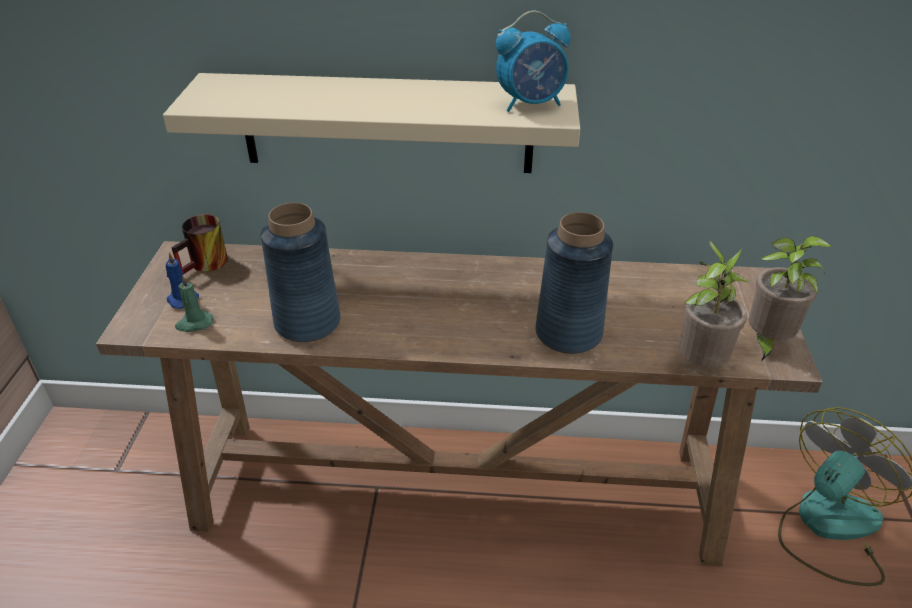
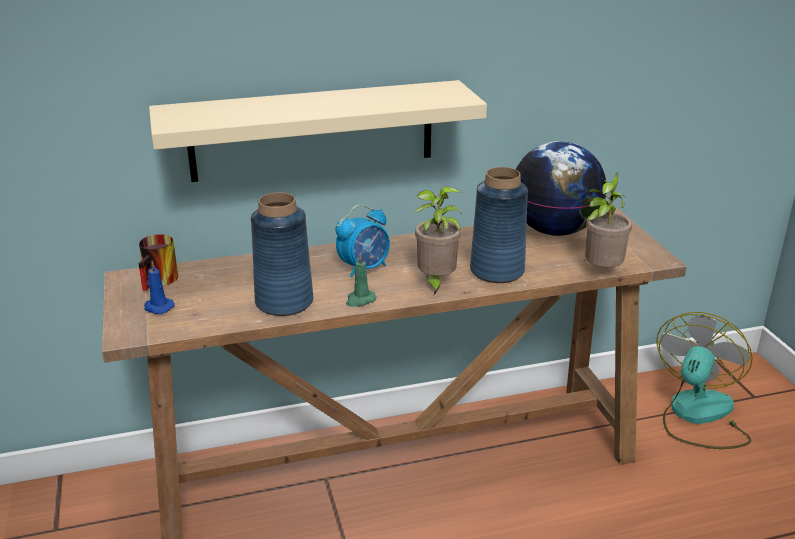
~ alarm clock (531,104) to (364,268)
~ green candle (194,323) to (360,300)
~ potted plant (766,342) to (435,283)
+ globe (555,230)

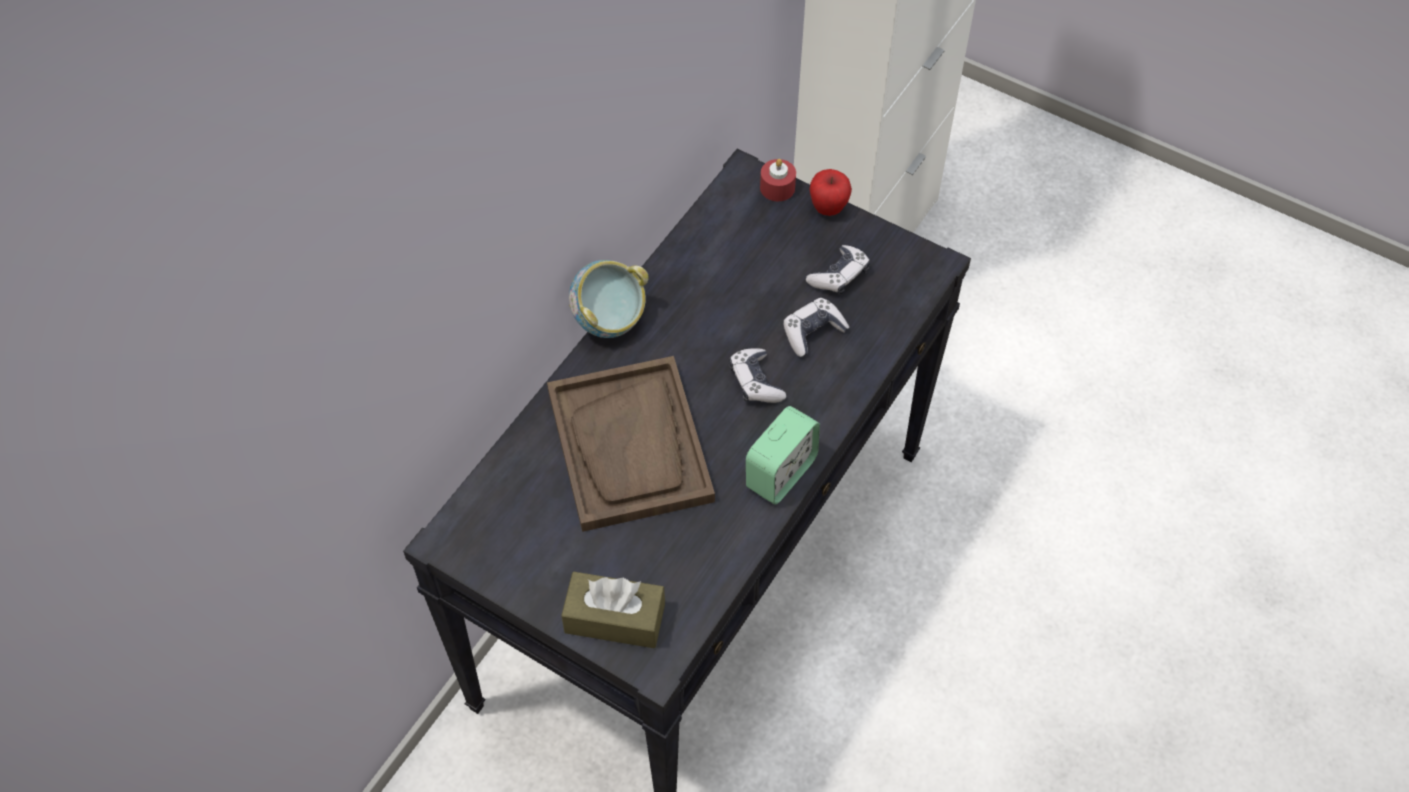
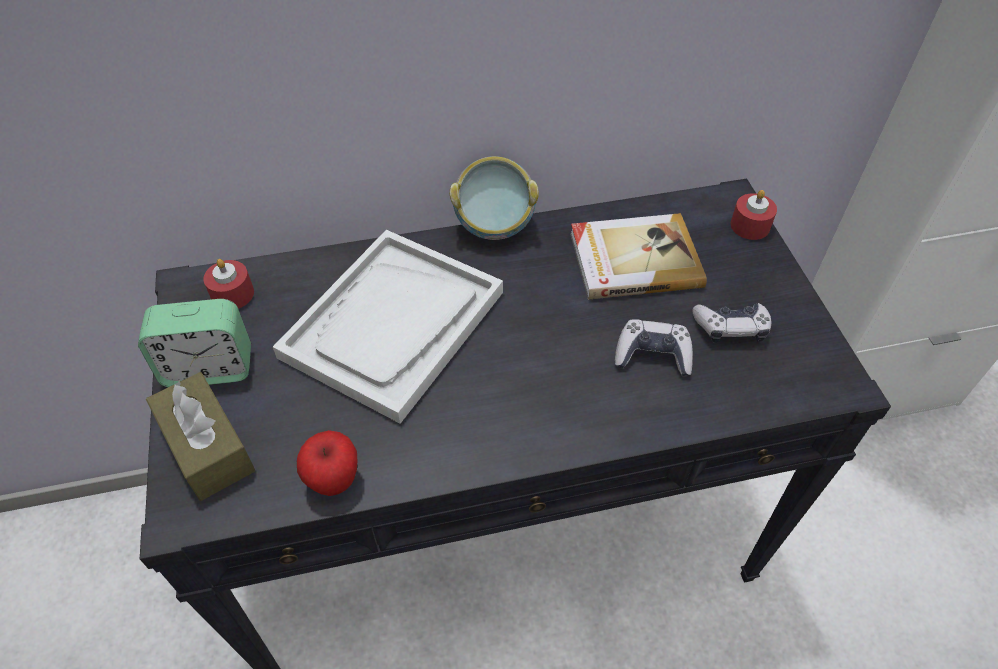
~ alarm clock (781,473) to (209,368)
+ red candle (232,294)
~ brown tray (630,446) to white tray (393,325)
~ apple (828,208) to (334,481)
+ book (633,259)
- game controller (755,382)

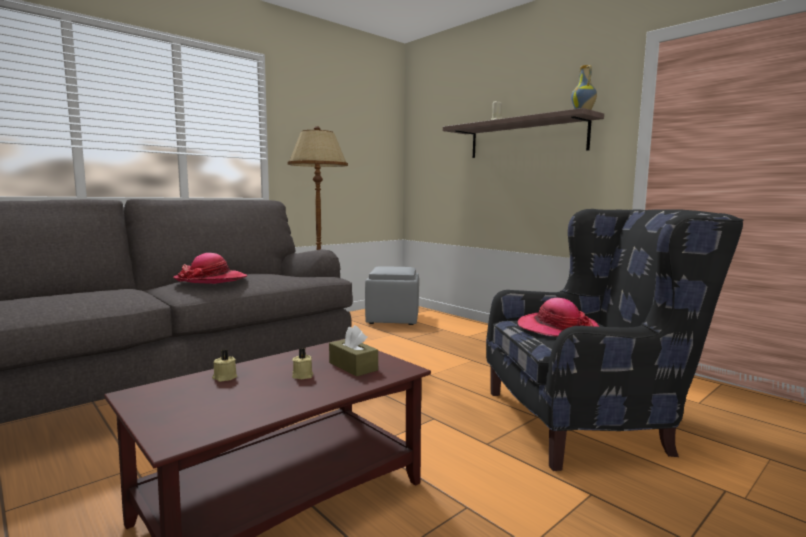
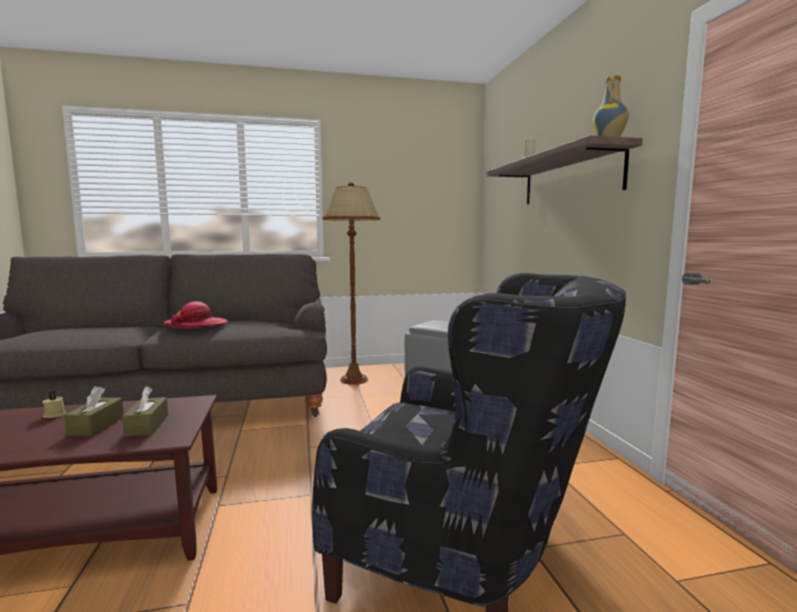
~ beige candle (302,375) to brown tissue box (96,425)
- hat (557,328)

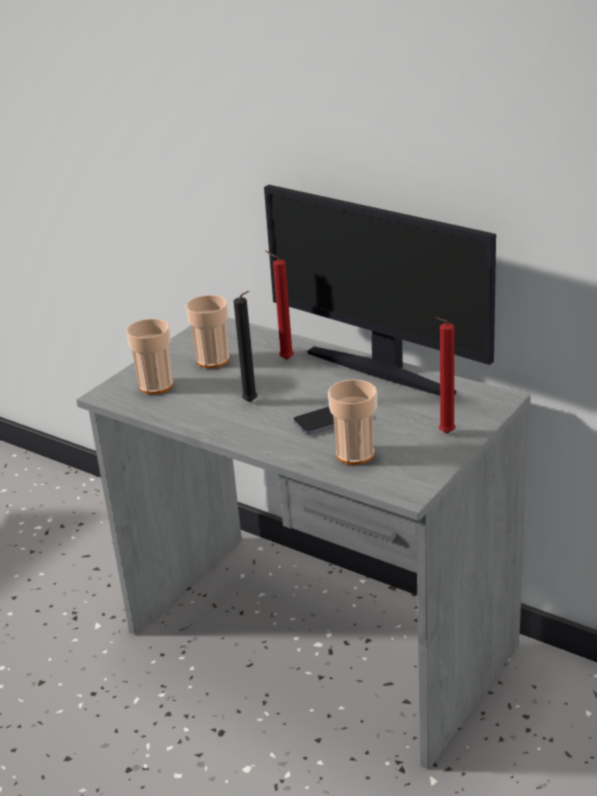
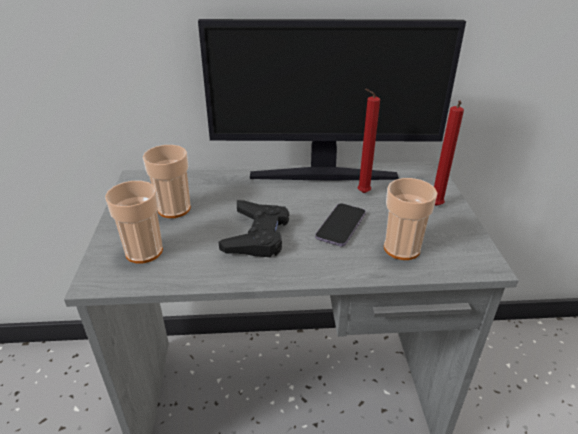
~ black candle (252,402) to black game controller (257,235)
~ red candle (284,359) to (361,193)

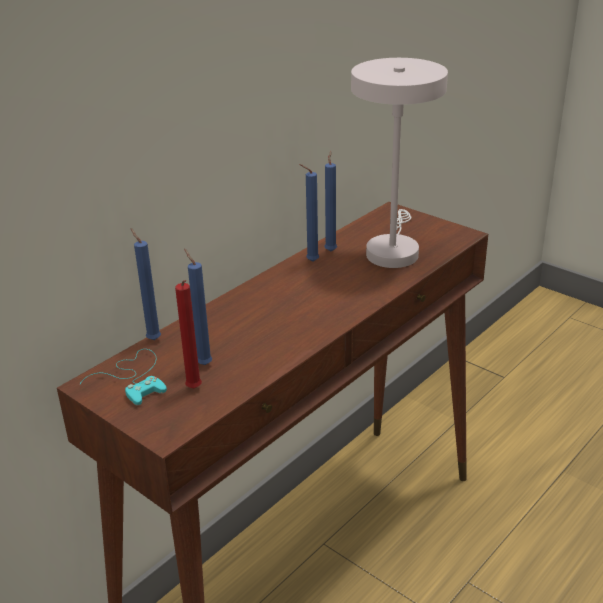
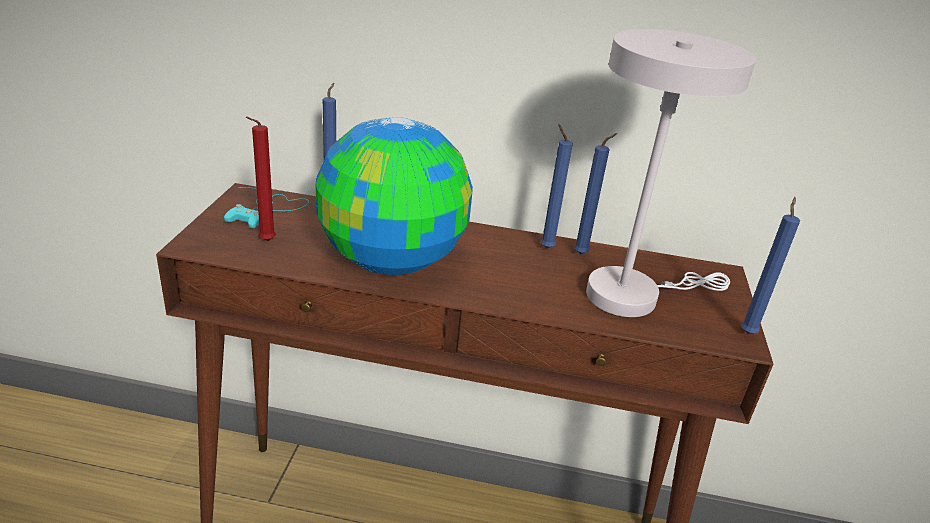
+ globe (393,261)
~ blue candle (203,363) to (747,332)

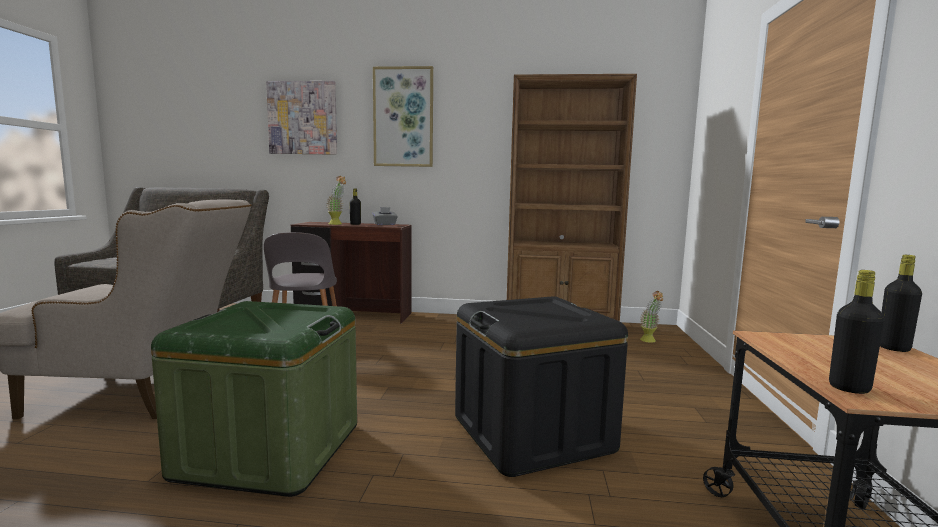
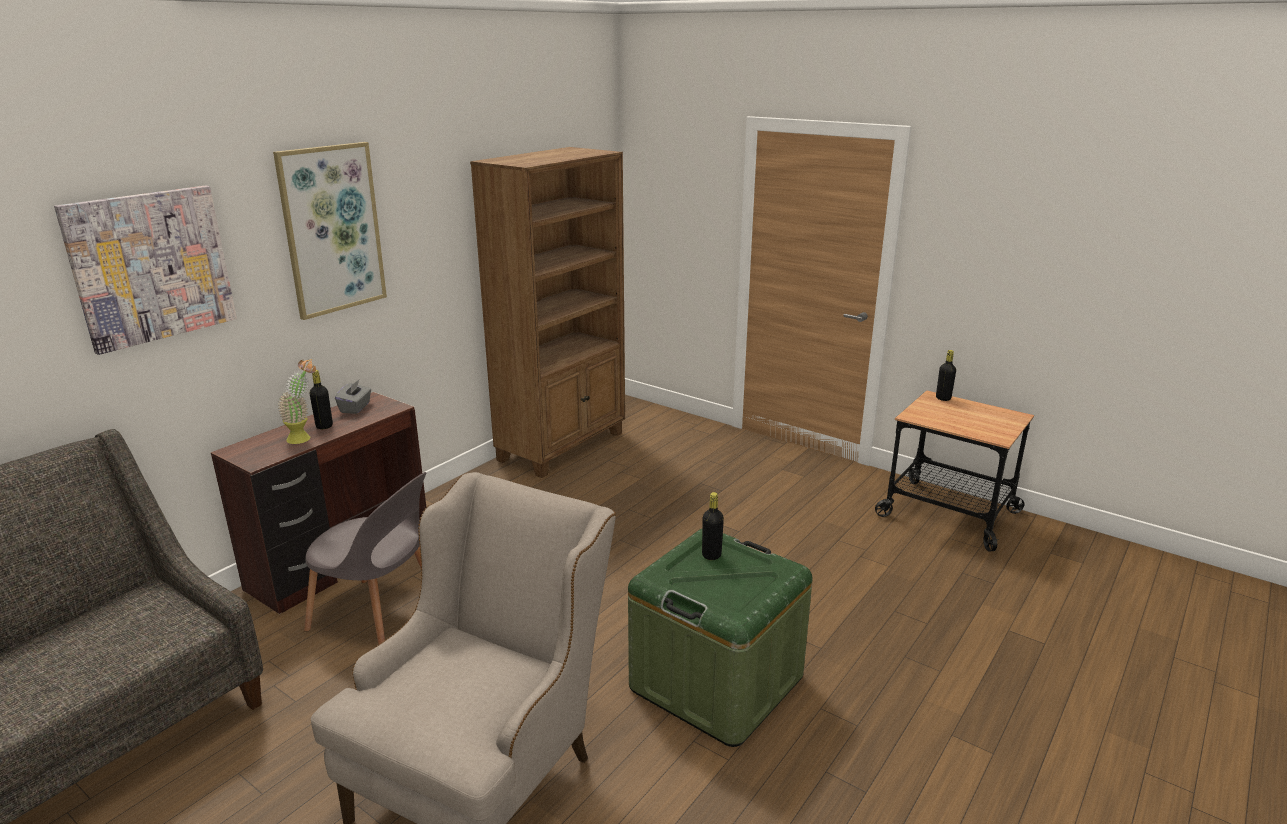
~ black bottle (849,388) to (711,555)
- black storage box (532,433)
- potted plant (650,341)

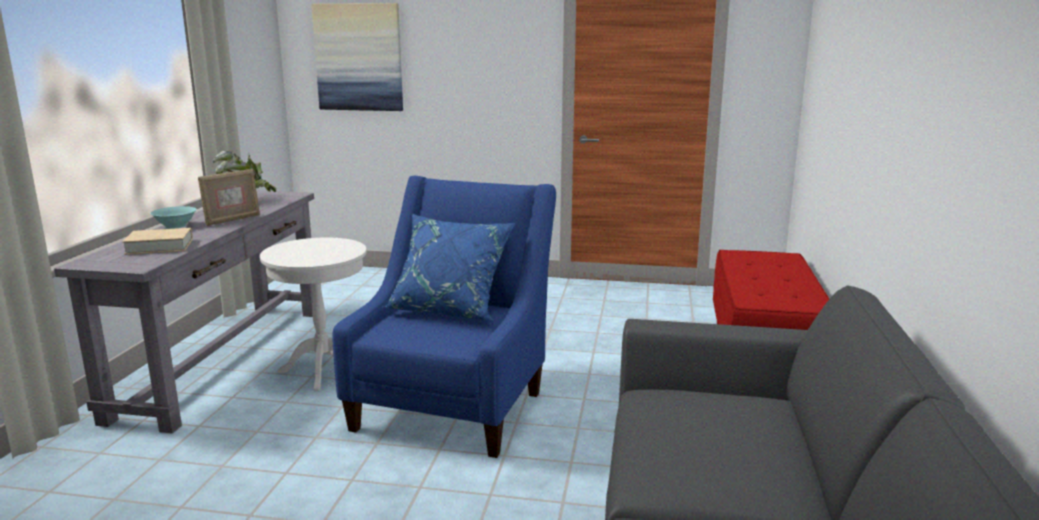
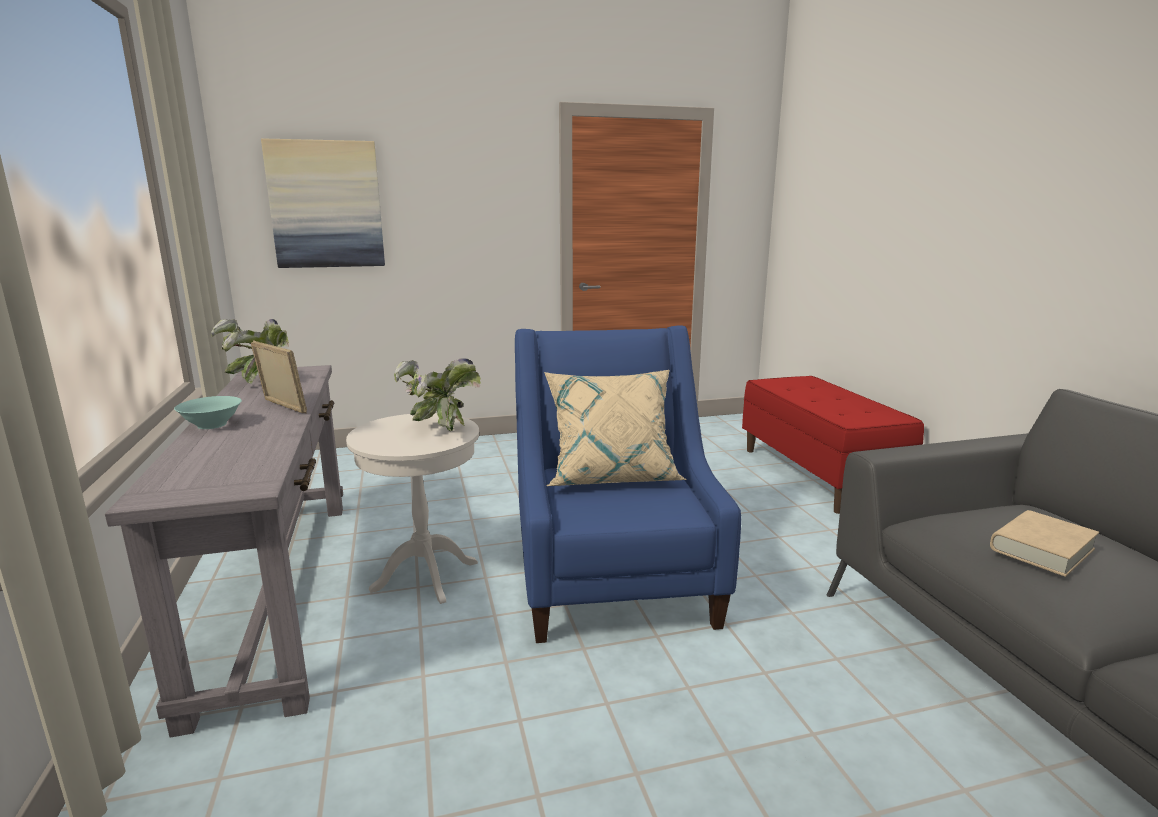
~ picture frame (232,220) = (282,407) 60 degrees counterclockwise
+ potted plant (439,429)
~ blue pillow (450,310) to beige pillow (612,476)
~ beige book (159,247) to (1041,549)

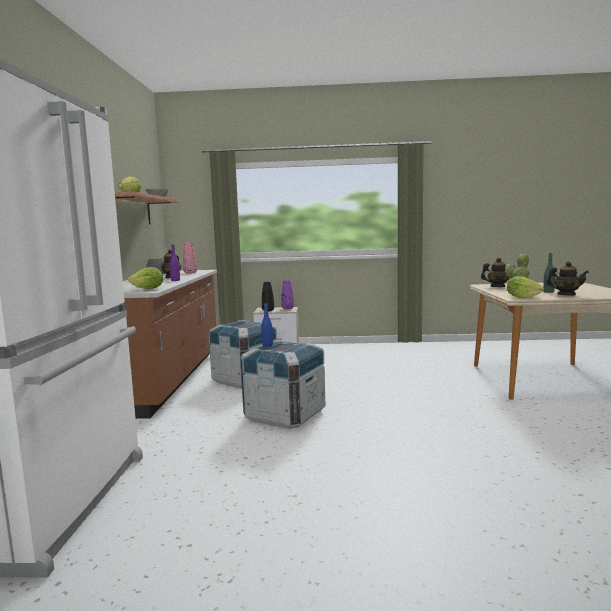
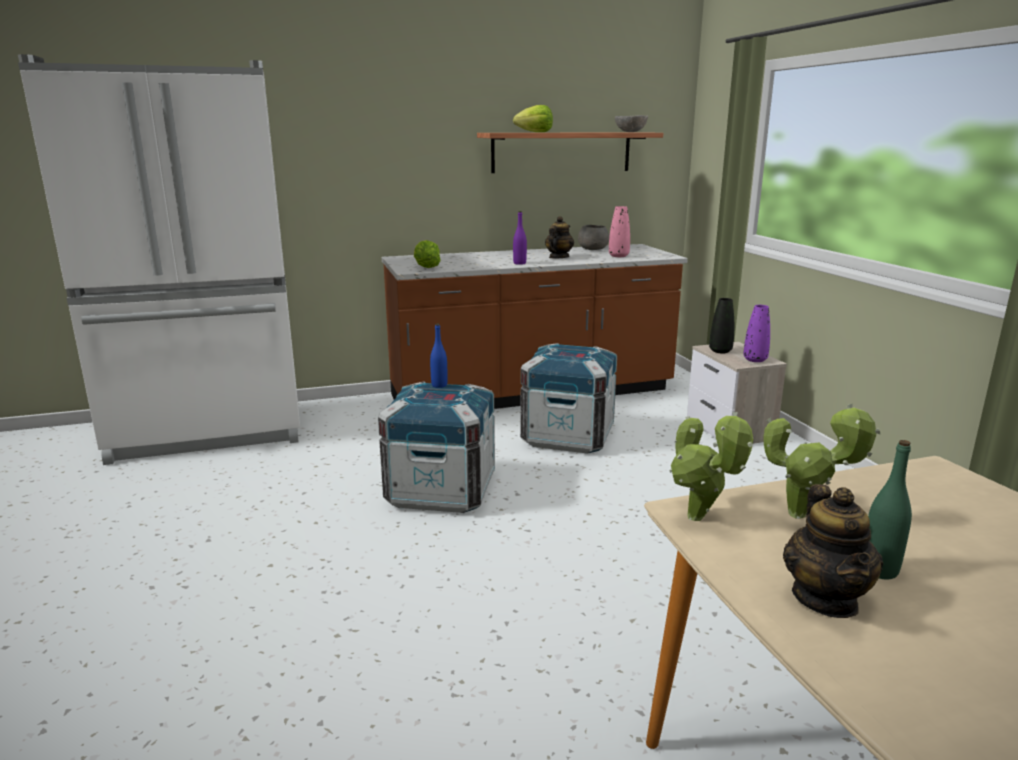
~ lettuce (522,297) to potted plant (700,520)
- teapot (497,287)

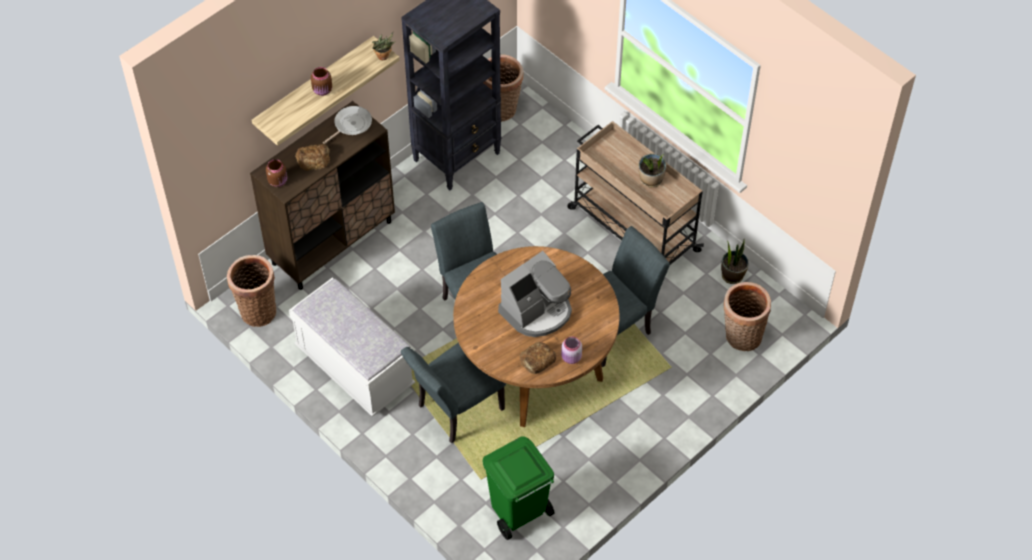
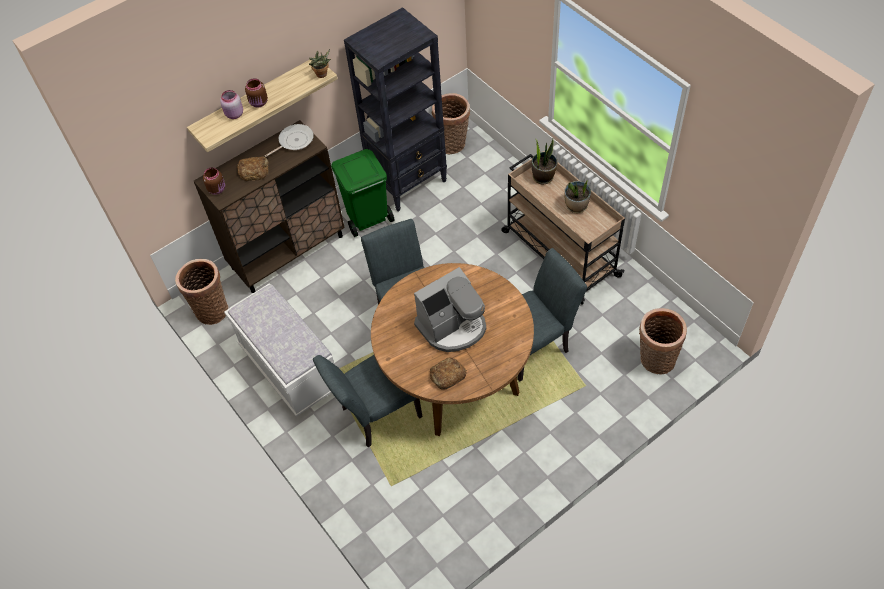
~ pink jar (571,358) to (234,114)
~ green trash can (518,513) to (367,219)
~ potted plant (732,275) to (543,177)

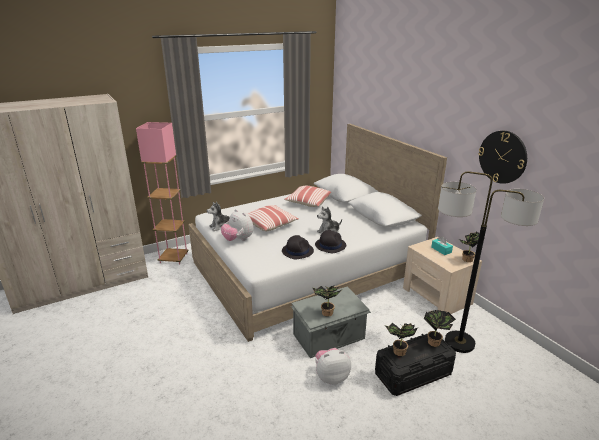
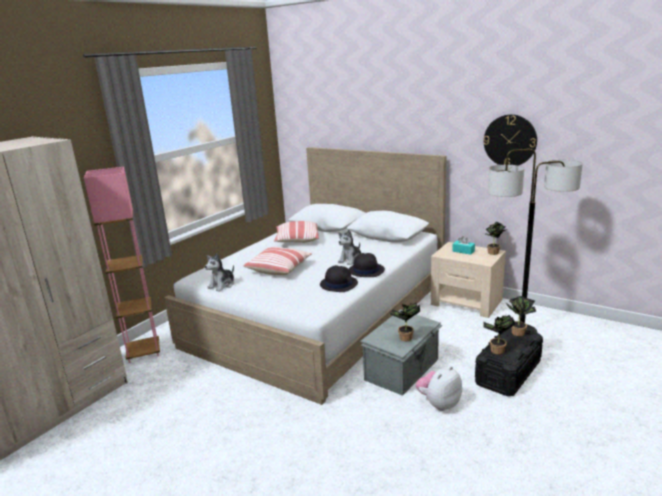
- plush toy (238,239)

